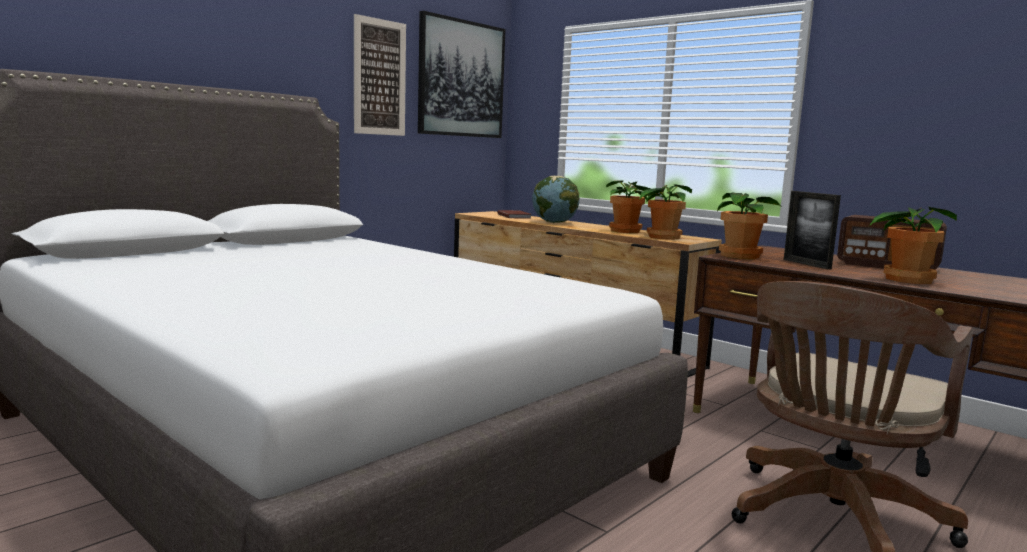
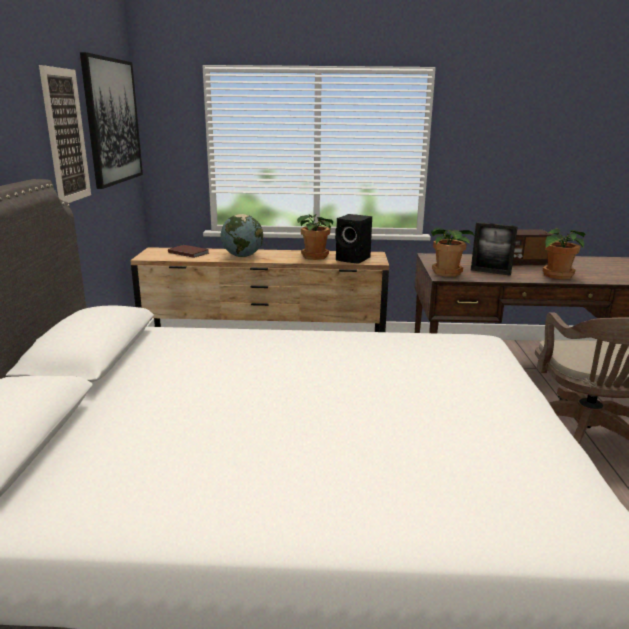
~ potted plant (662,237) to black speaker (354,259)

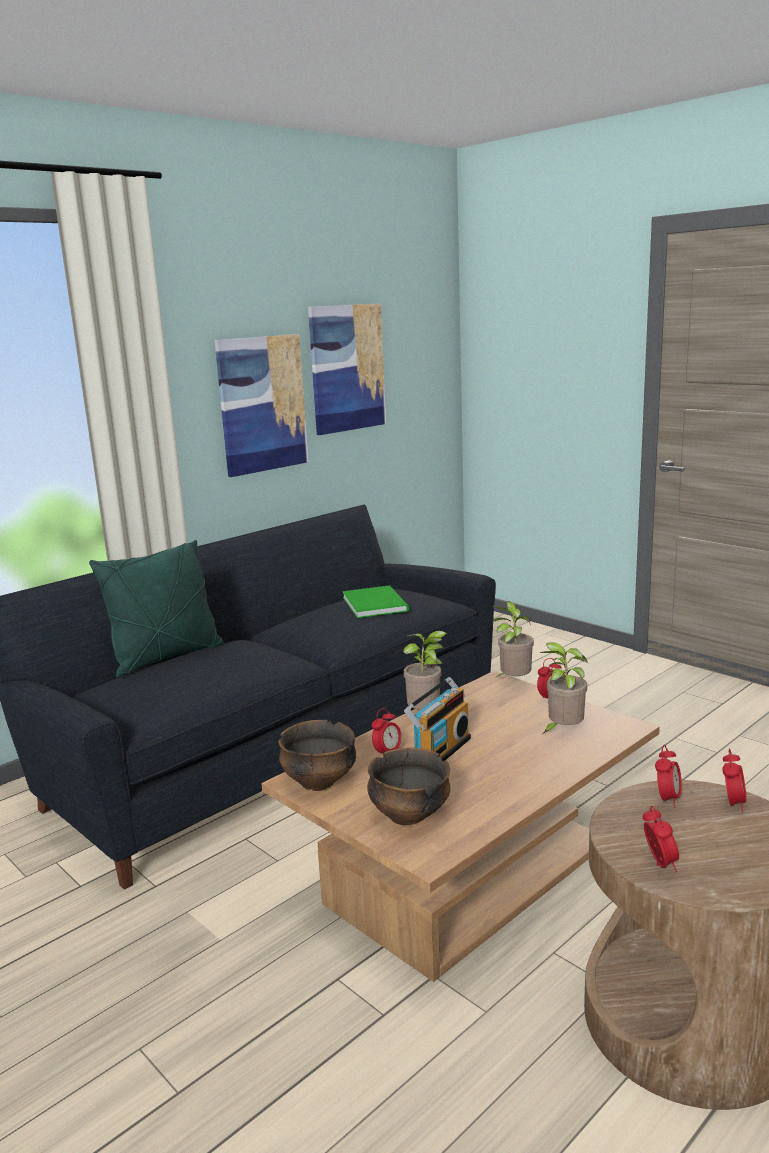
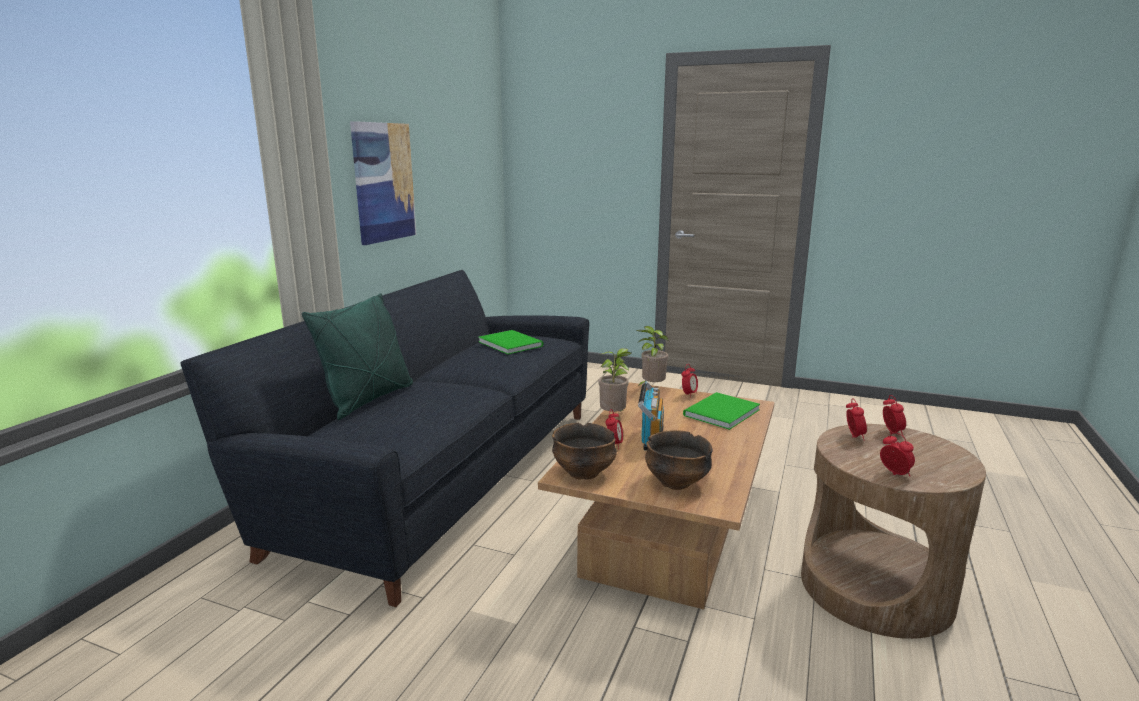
~ potted plant (563,731) to green book (719,413)
- picture (347,368)

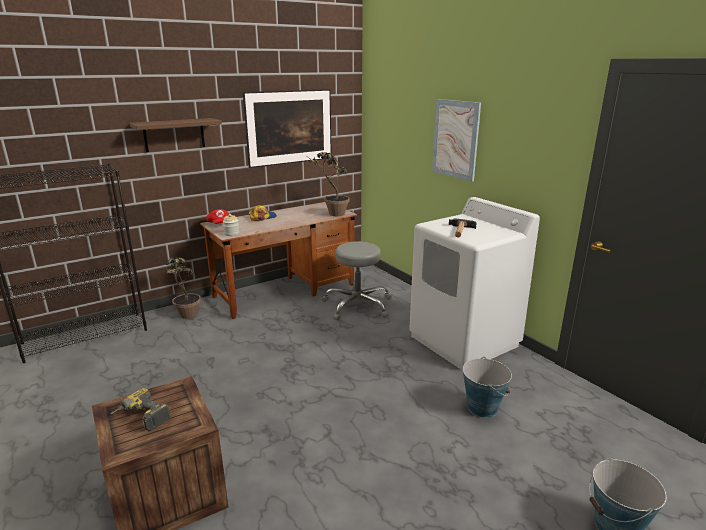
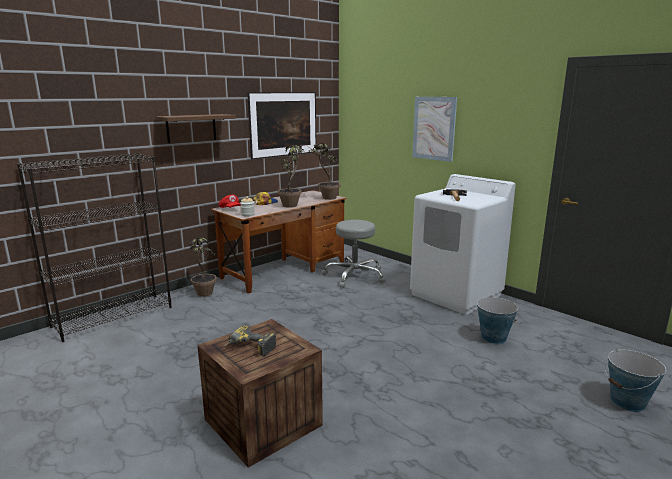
+ potted plant (292,204)

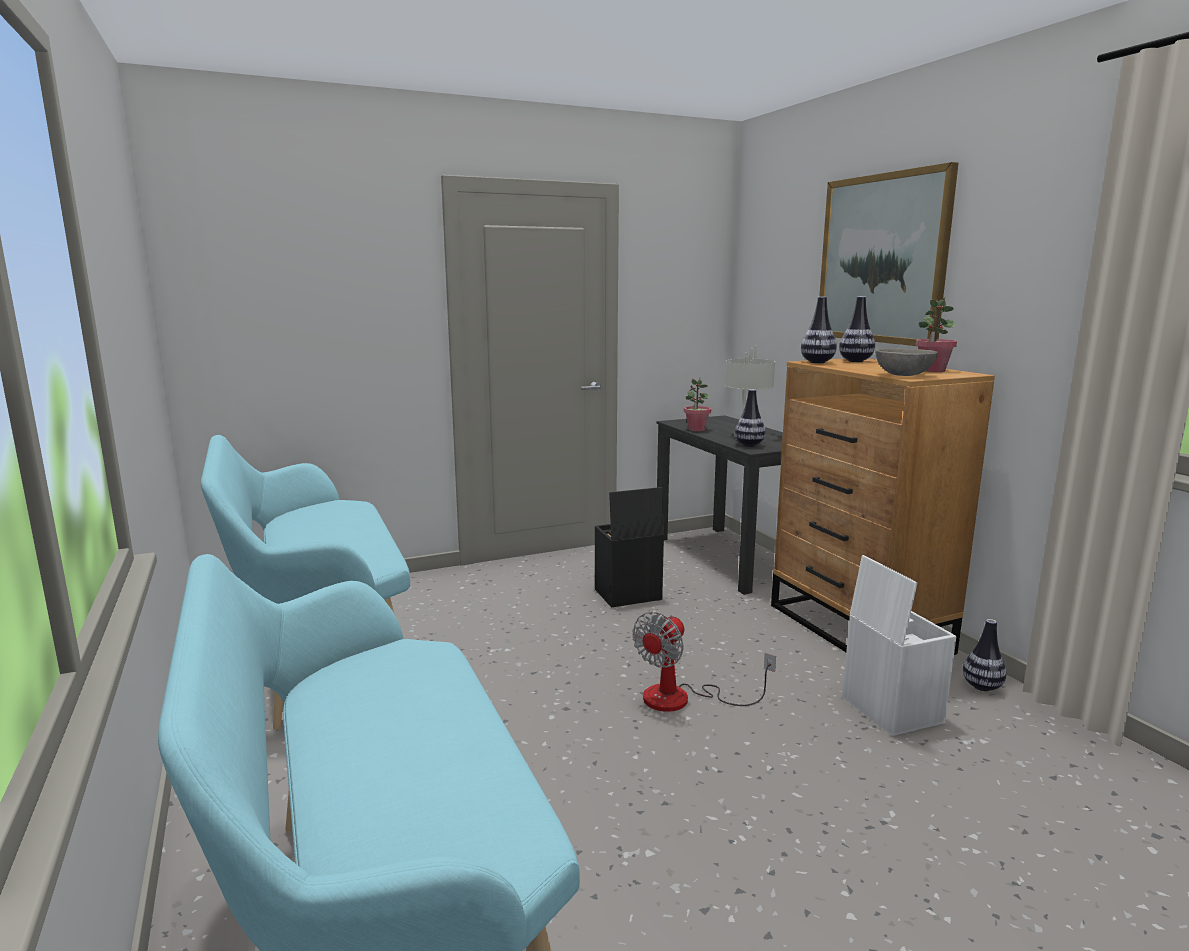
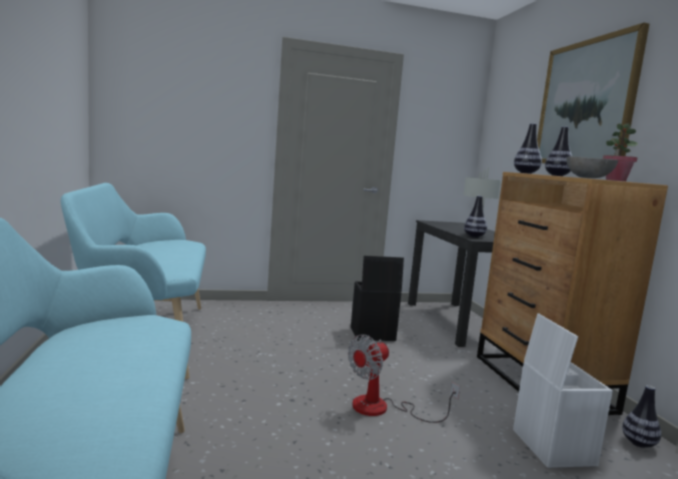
- potted plant (696,429)

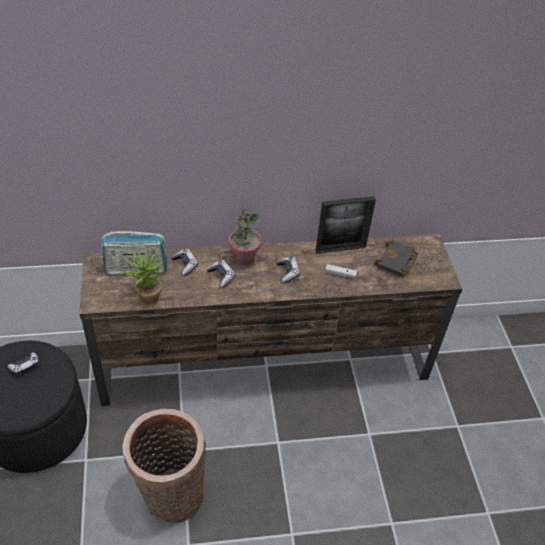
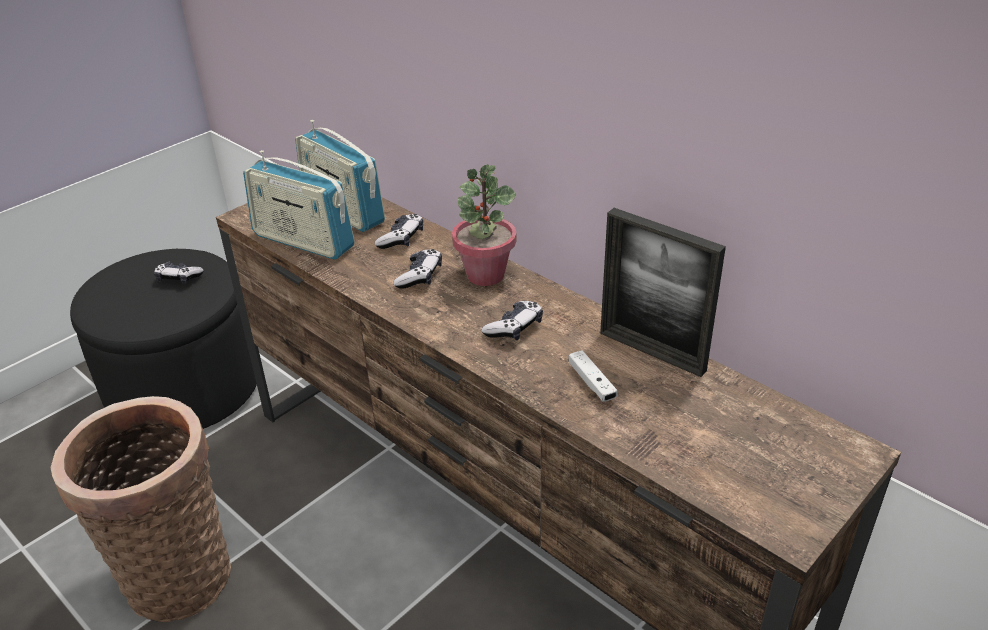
~ potted plant (146,295) to radio (303,241)
- black book (396,262)

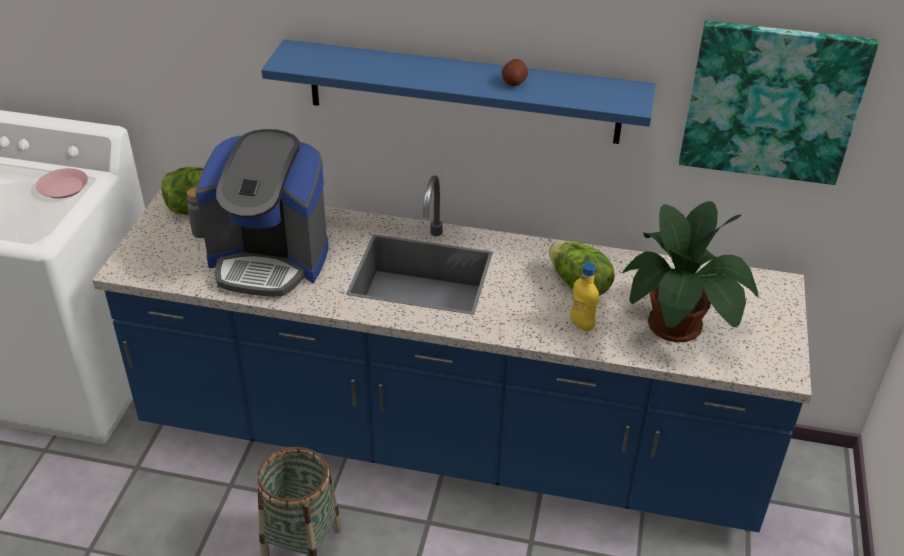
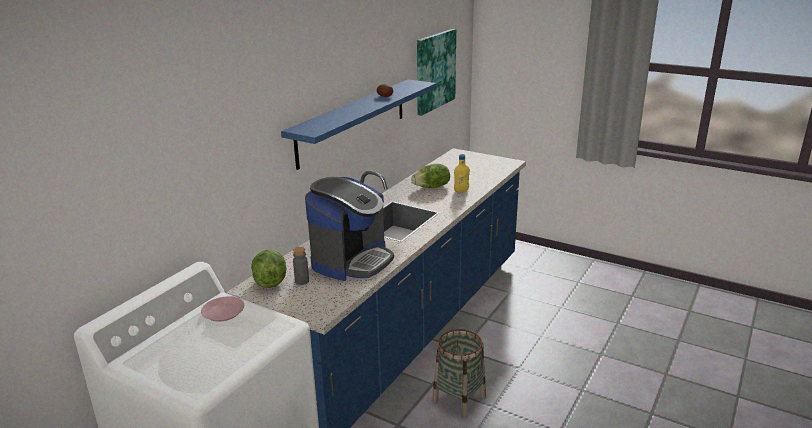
- potted plant (677,327)

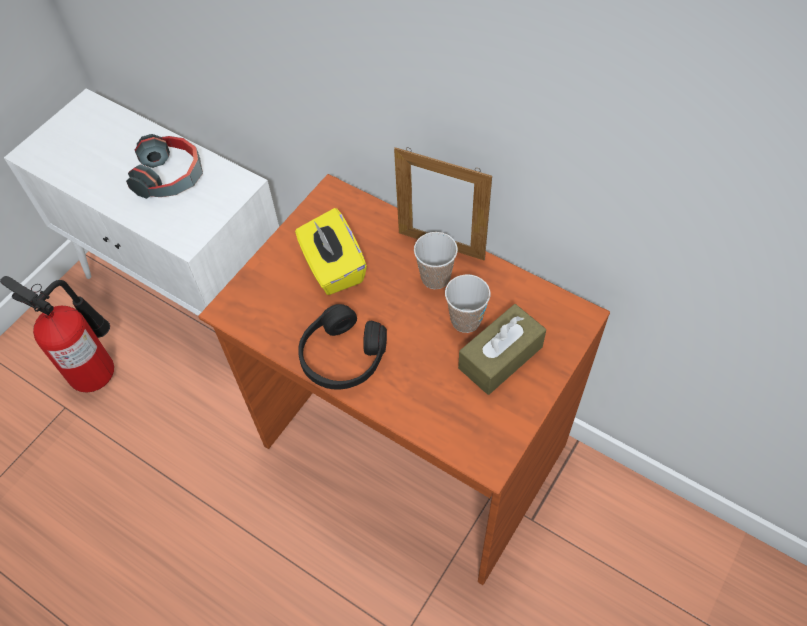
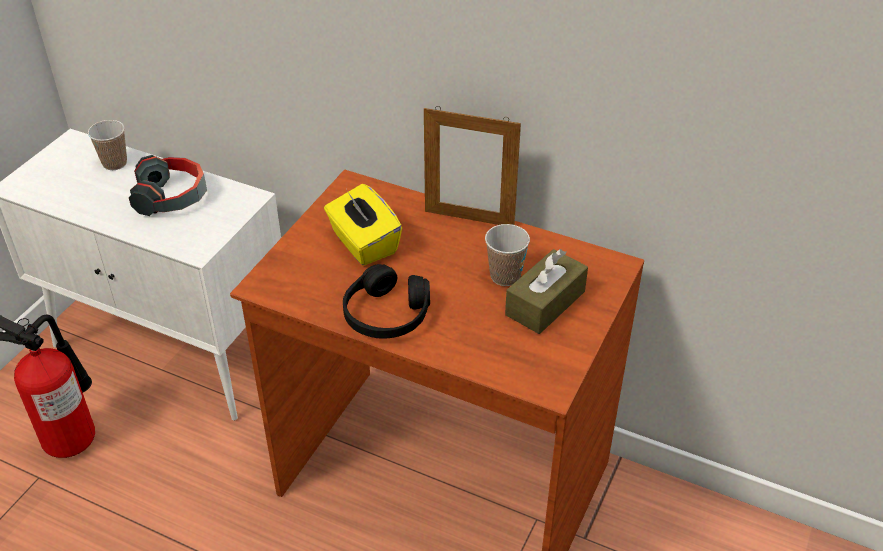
~ cup (435,278) to (115,163)

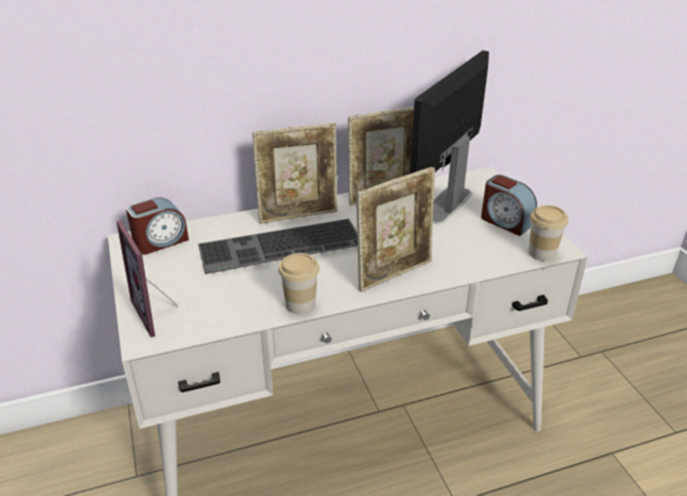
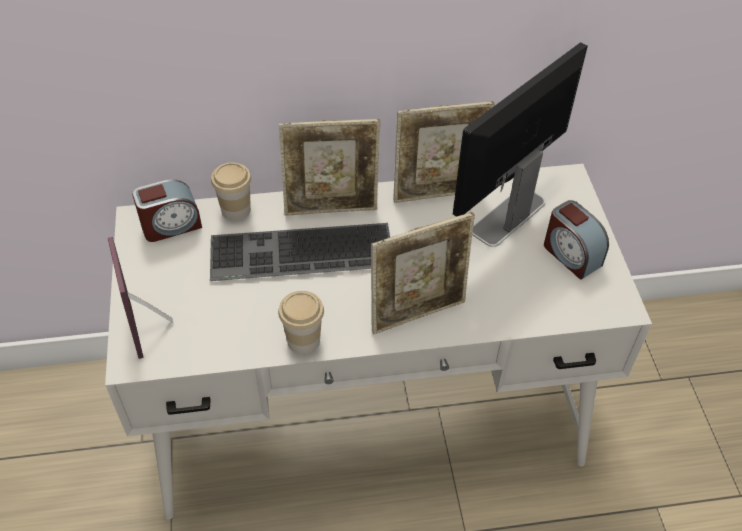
~ cup (542,253) to (236,210)

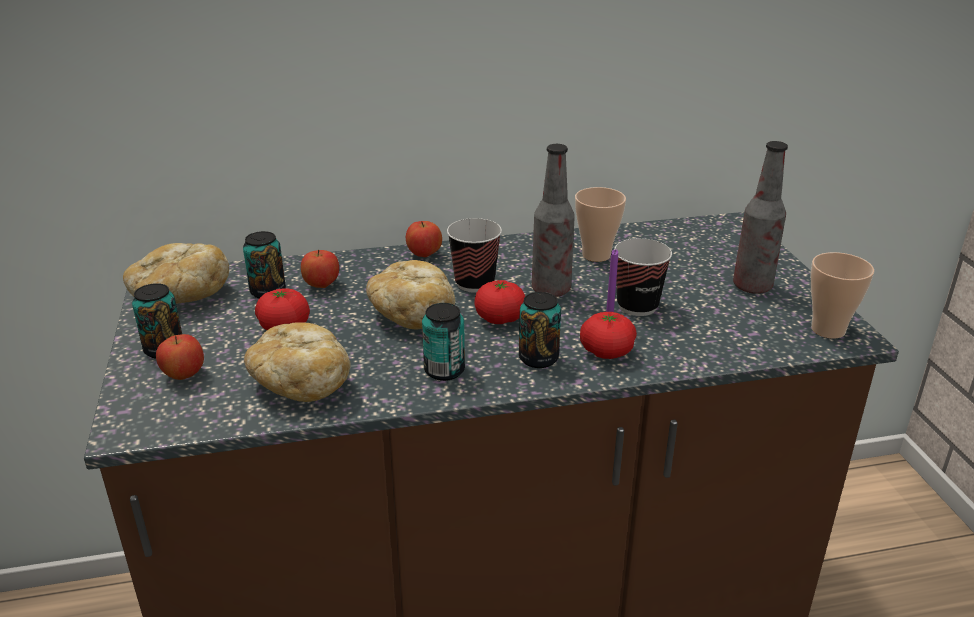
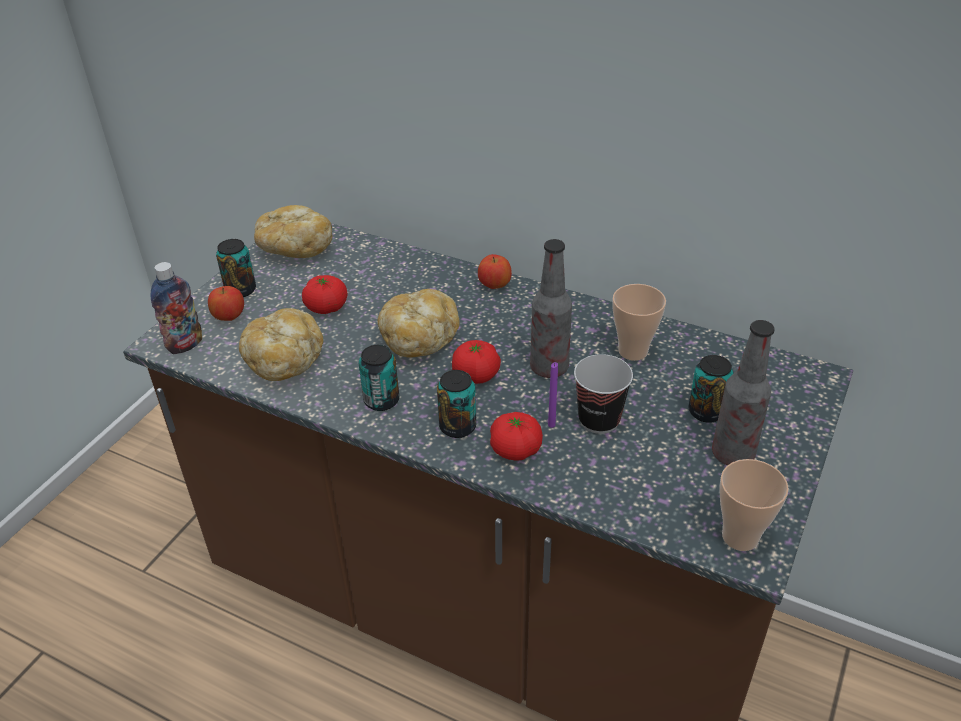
+ bottle (185,344)
~ can (268,292) to (706,411)
- apple (321,285)
- cup (474,283)

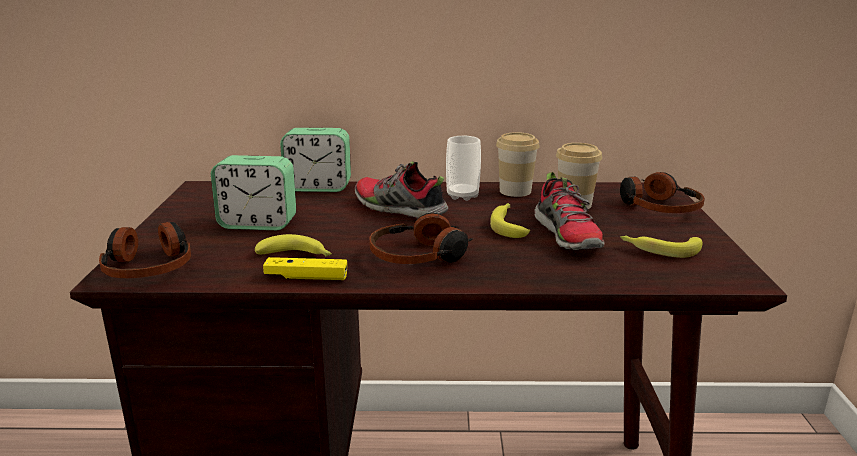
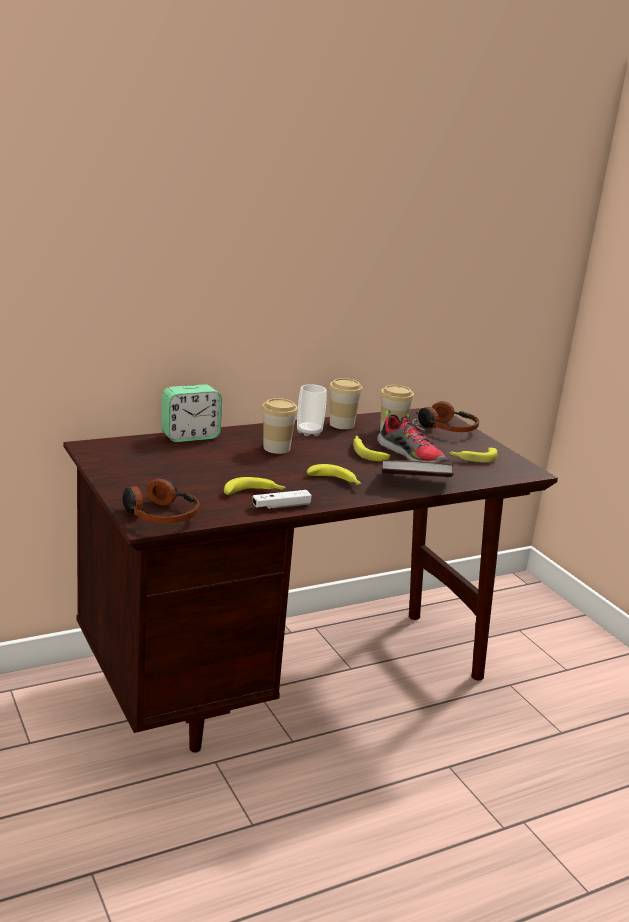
~ yellow game controller (306,277) to white game controller (281,506)
~ shoe (398,209) to cup (276,448)
~ headphones (420,256) to banana (335,481)
+ book (415,483)
- alarm clock (258,224)

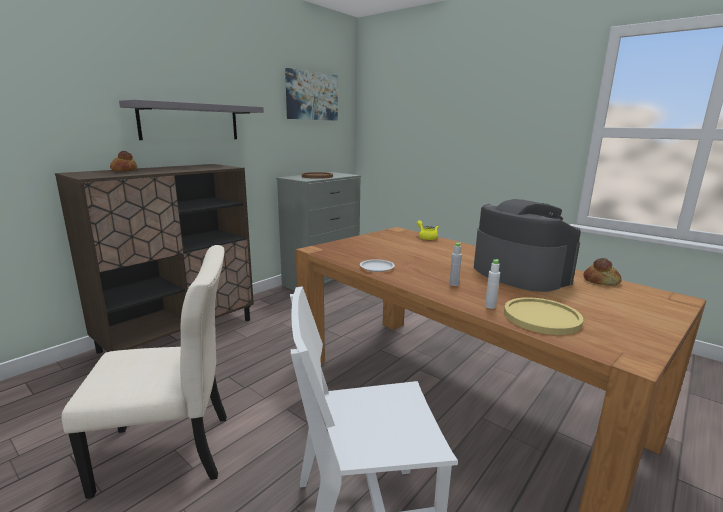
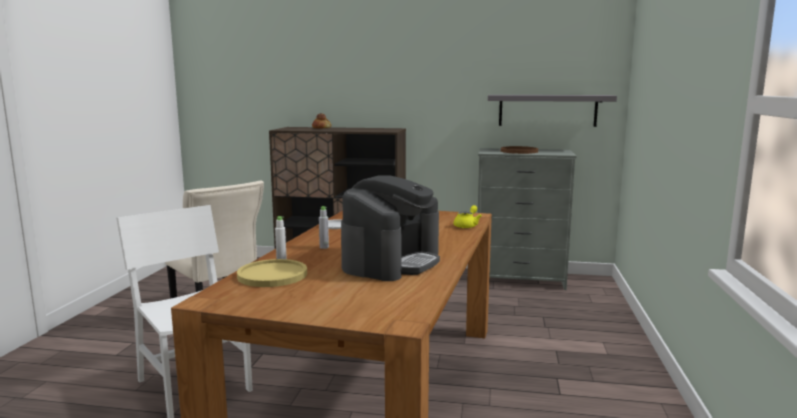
~ grey shelf (190,122) to (547,110)
- picture (312,96)
- bread (601,281)

